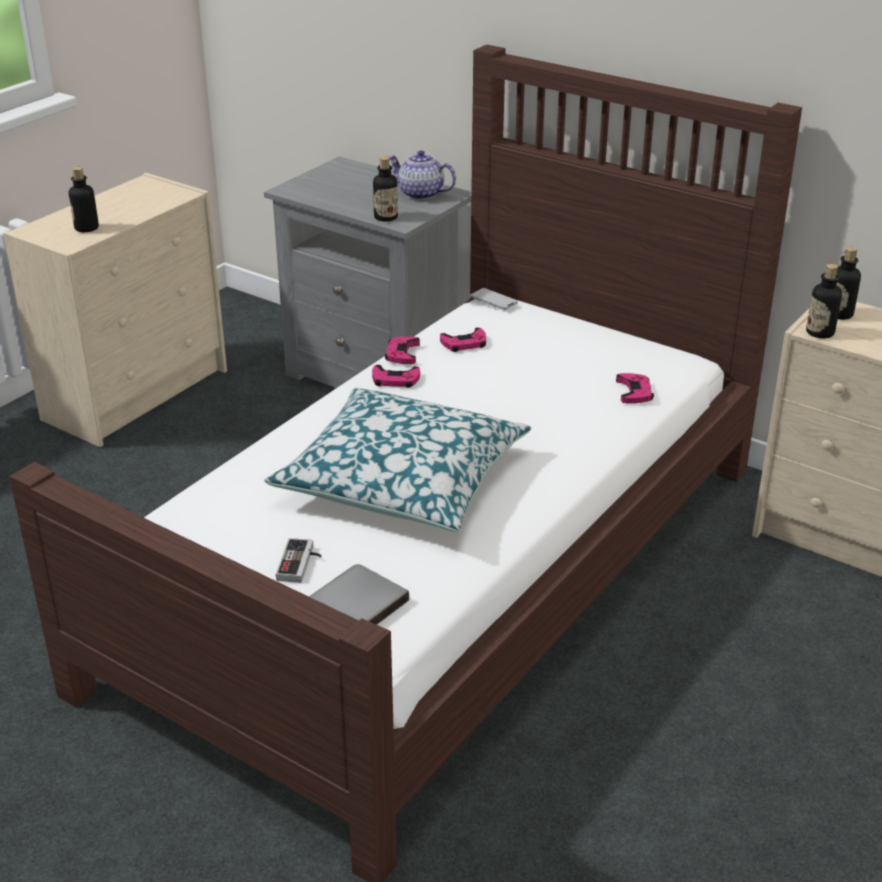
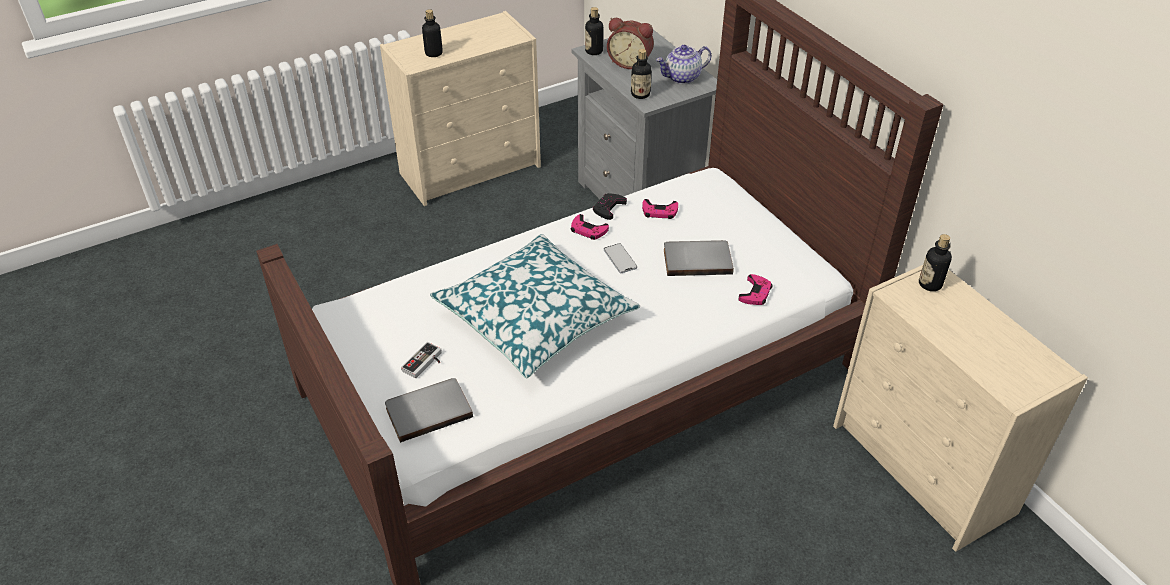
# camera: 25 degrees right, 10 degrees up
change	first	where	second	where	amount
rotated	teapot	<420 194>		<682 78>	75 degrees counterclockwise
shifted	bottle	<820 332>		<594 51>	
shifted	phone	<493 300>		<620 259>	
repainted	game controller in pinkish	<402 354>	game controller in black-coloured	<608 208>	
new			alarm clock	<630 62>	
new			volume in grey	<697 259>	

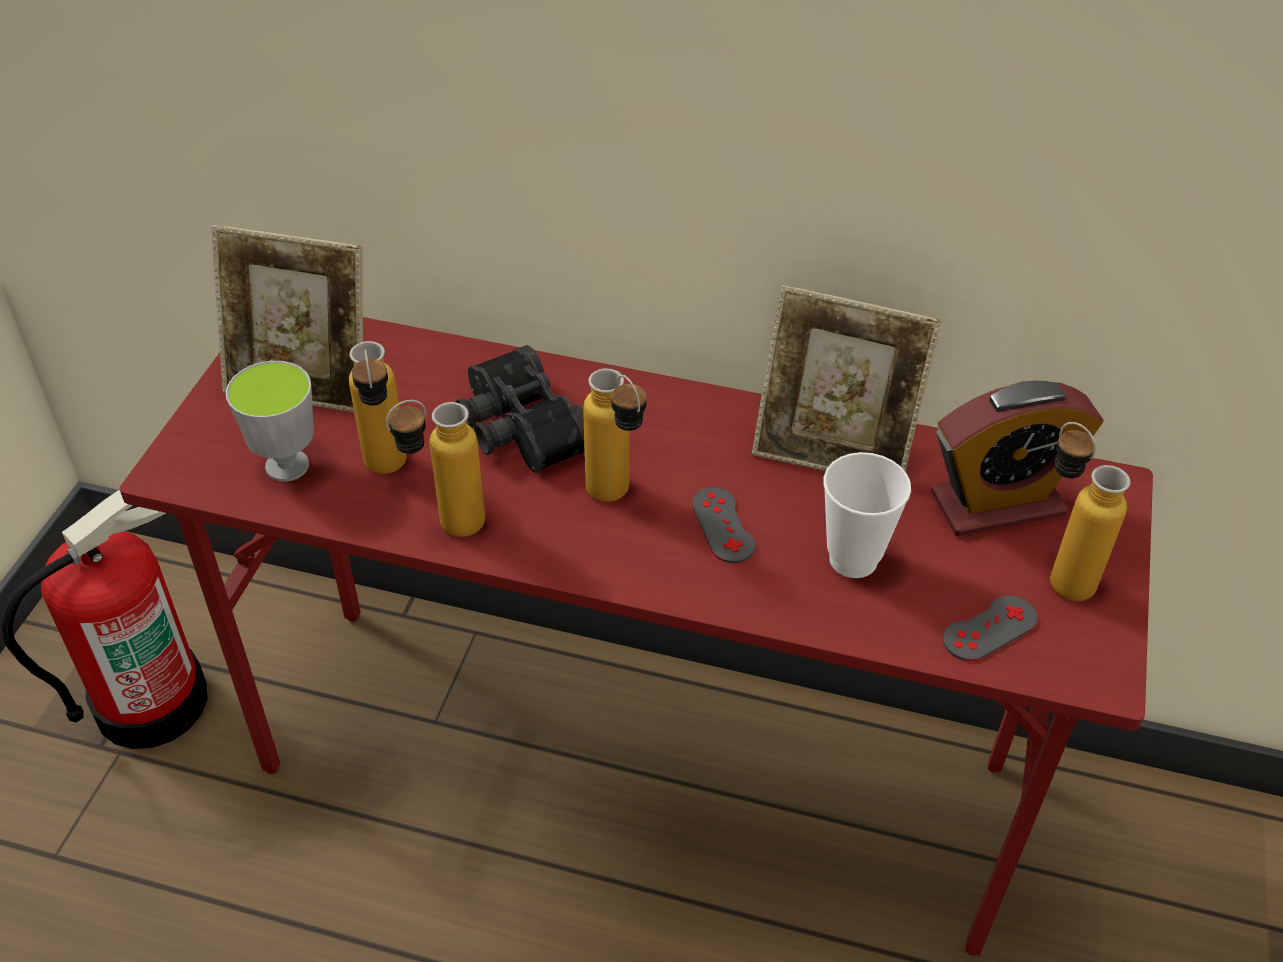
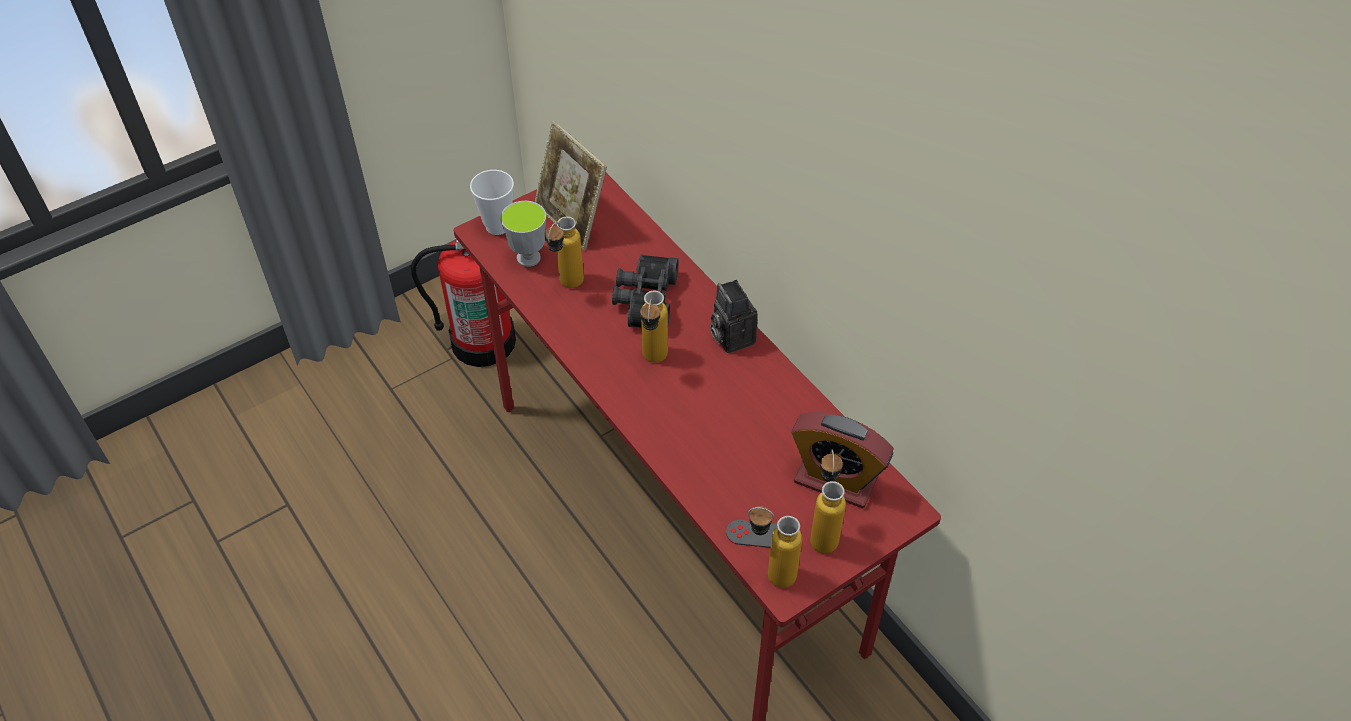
# camera: 40 degrees right, 5 degrees up
change	first	where	second	where	amount
gone	picture frame	<832 453>			
shifted	bottle	<445 529>		<769 574>	
shifted	cup	<853 559>		<498 226>	
gone	game controller in grey	<723 525>			
new			photo camera	<730 336>	

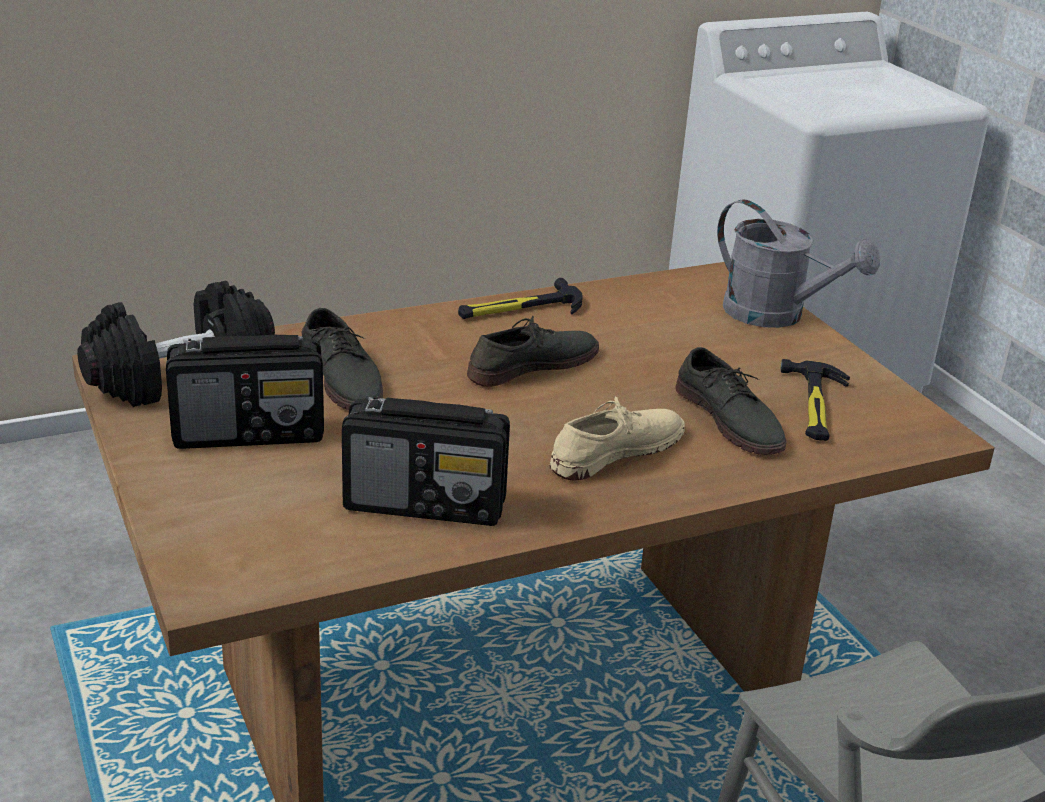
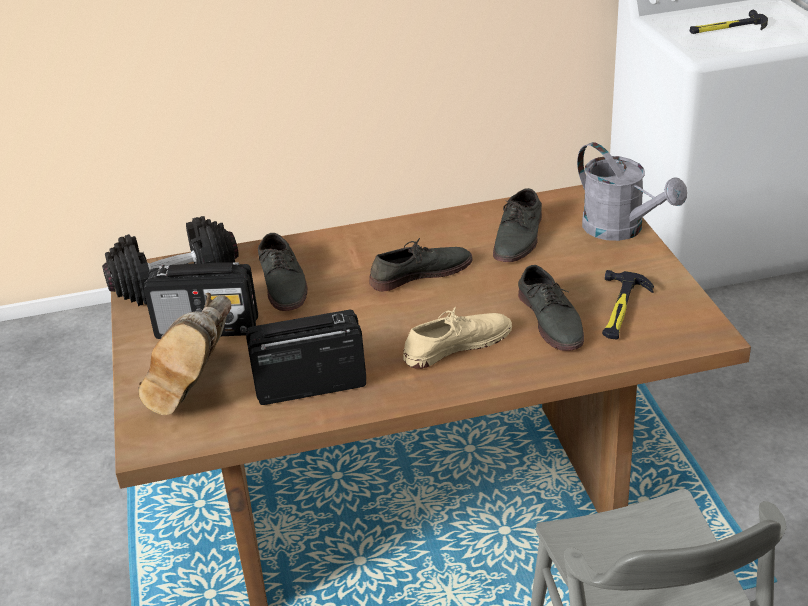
# camera: 15 degrees right, 5 degrees up
change	first	where	second	where	amount
shifted	hand hammer	<519 309>		<727 28>	
rotated	radio set	<426 504>		<309 385>	150 degrees clockwise
new			low shoe in grey	<519 237>	
new			tall boot in brown-coloured	<197 389>	

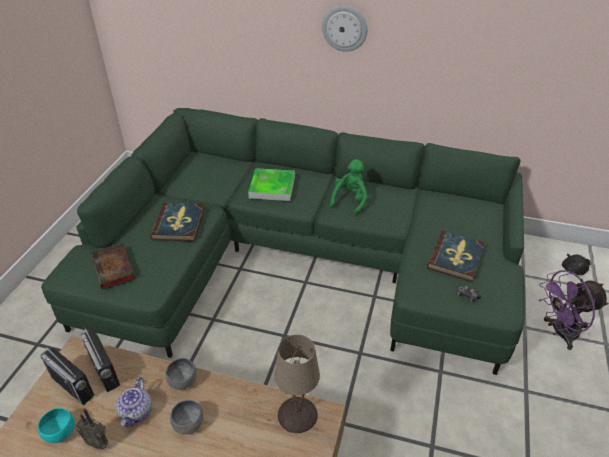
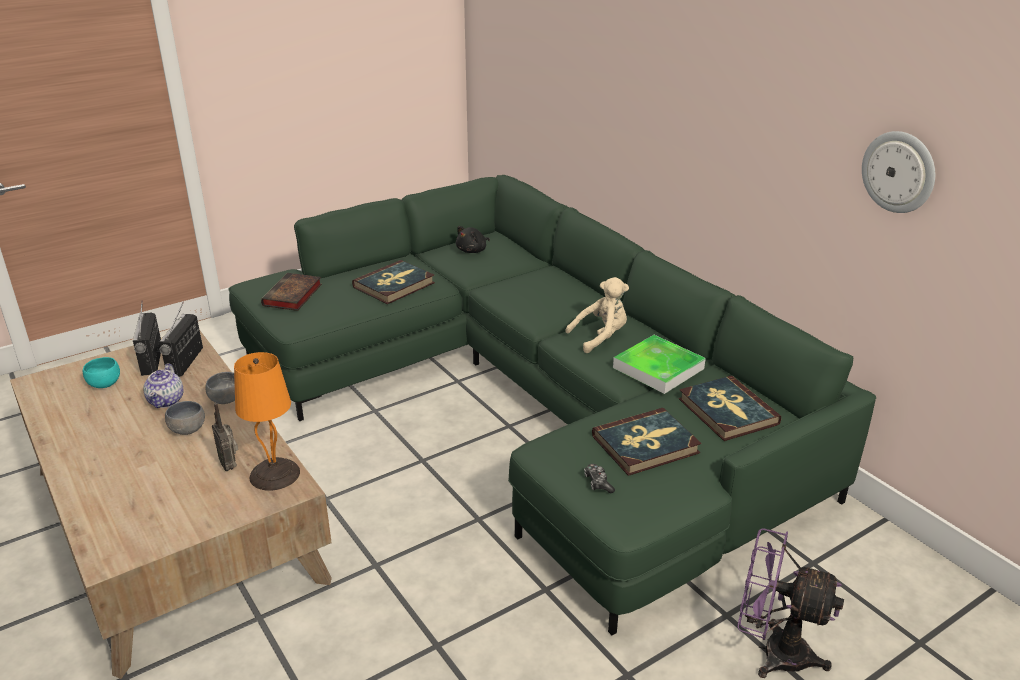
# camera: 40 degrees right, 10 degrees down
change	first	where	second	where	amount
shifted	clock on the wall	<344 28>		<899 172>	
repainted	soft toy in greenish	<350 200>	soft toy in beige-coloured	<601 337>	
shifted	carrying tray	<272 187>		<658 368>	
shifted	soft toy in black-coloured	<573 269>		<473 251>	
repainted	table lamp in beige-coloured	<298 414>	table lamp in orangey	<276 474>	
rotated	teapot	<137 412>		<166 401>	45 degrees counterclockwise
shifted	radio set	<98 442>		<230 465>	
new			volume	<727 411>	

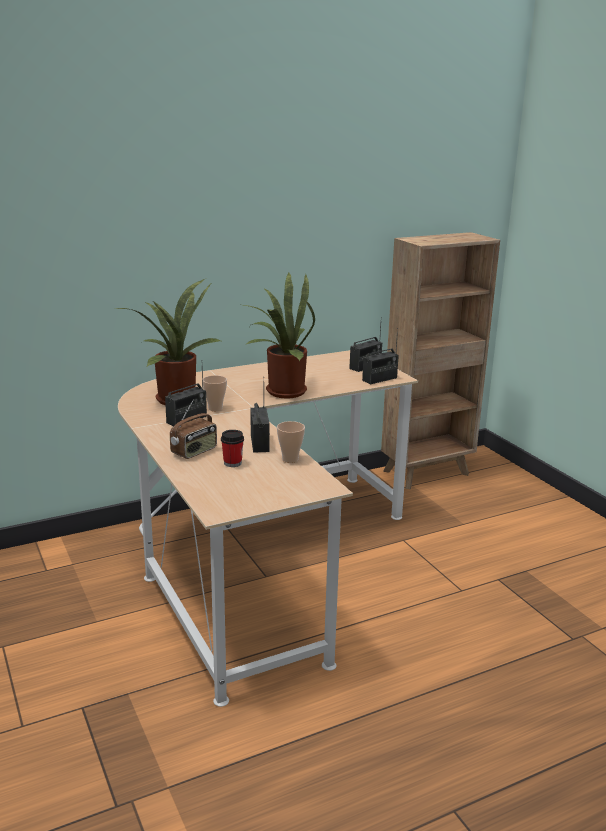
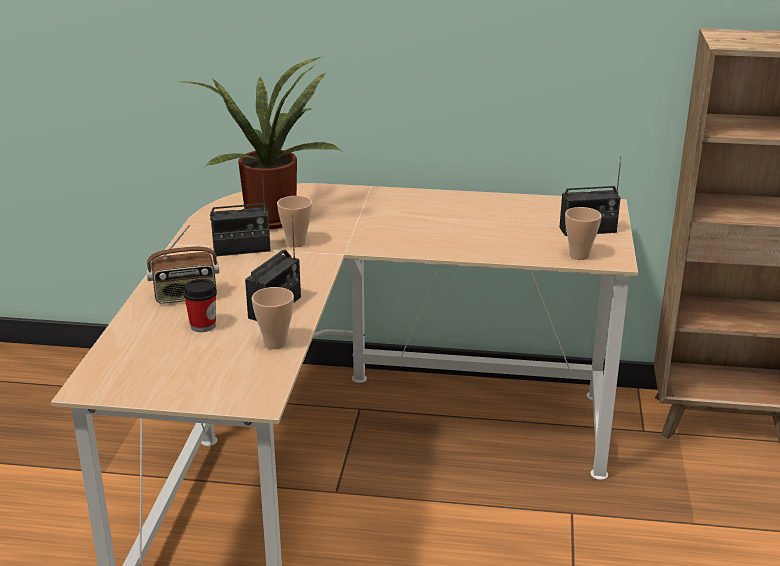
# camera: 35 degrees right, 5 degrees up
change	first	where	second	where	amount
gone	plant in a pot	<281 391>			
swapped	radio set	<379 379>	cup	<579 255>	

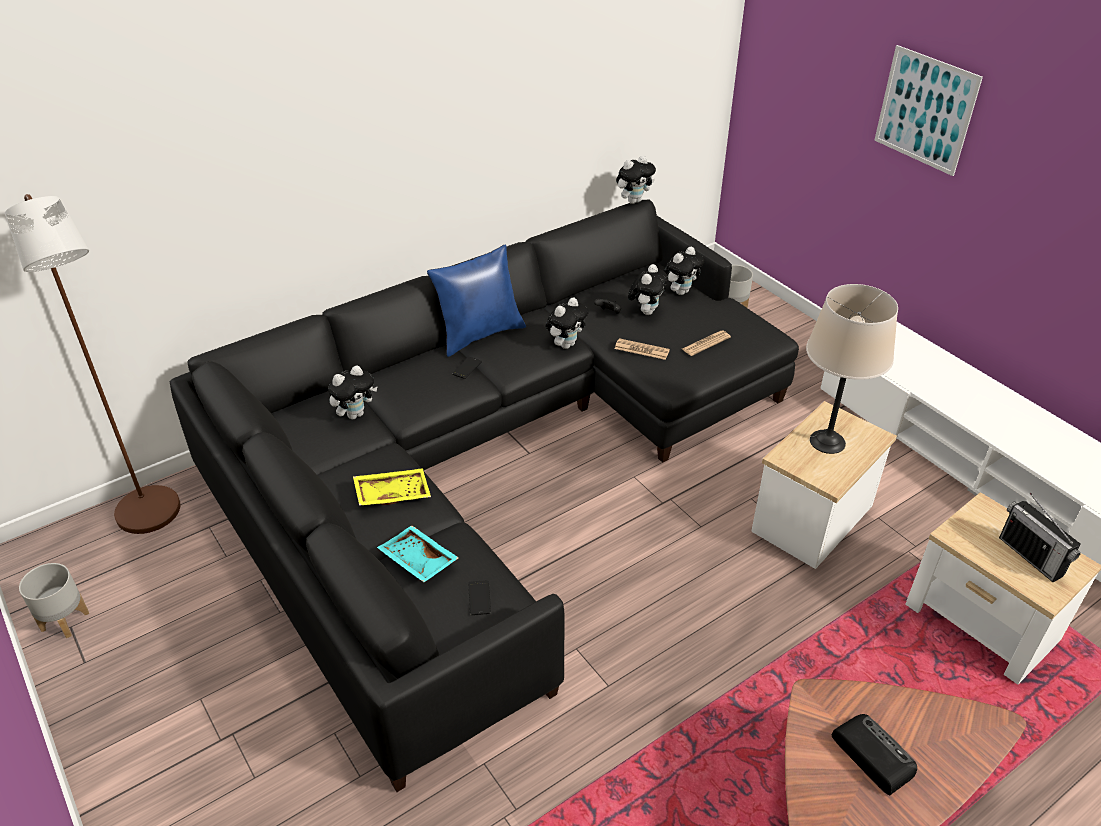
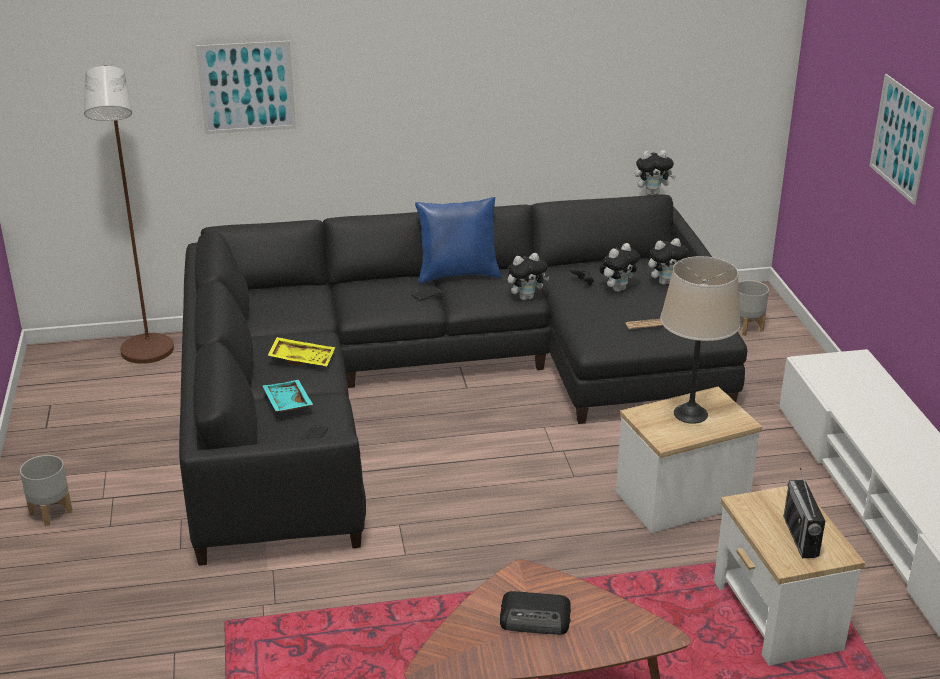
# camera: 25 degrees right, 10 degrees down
change	first	where	second	where	amount
gone	newspaper	<642 350>			
gone	soft toy	<355 414>			
shifted	planter in grey	<65 621>		<51 513>	
rotated	radio set	<872 754>		<536 618>	105 degrees clockwise
new			wall art	<246 87>	

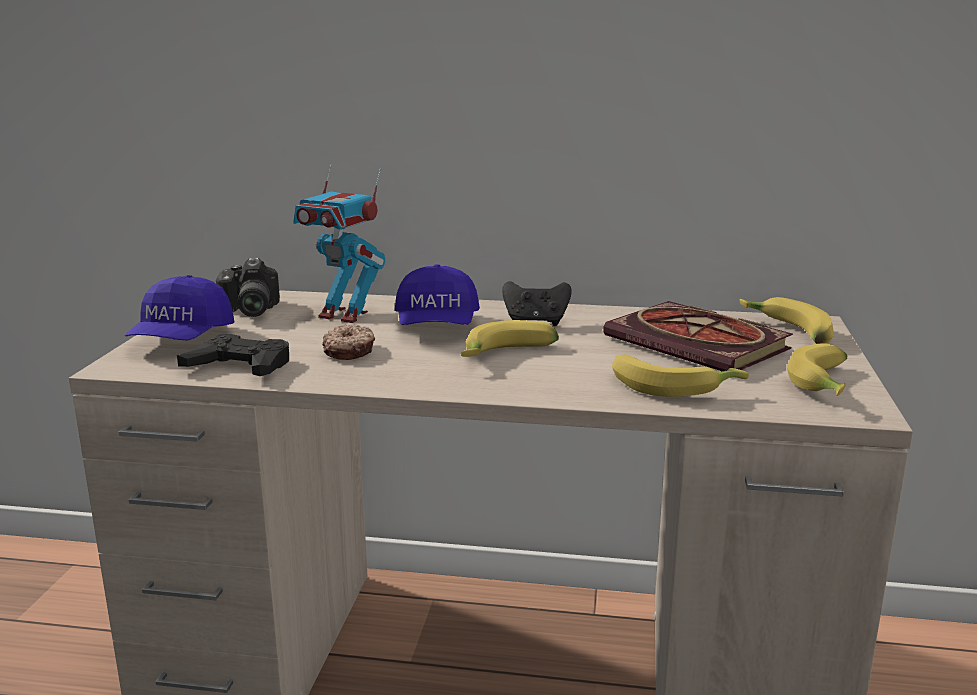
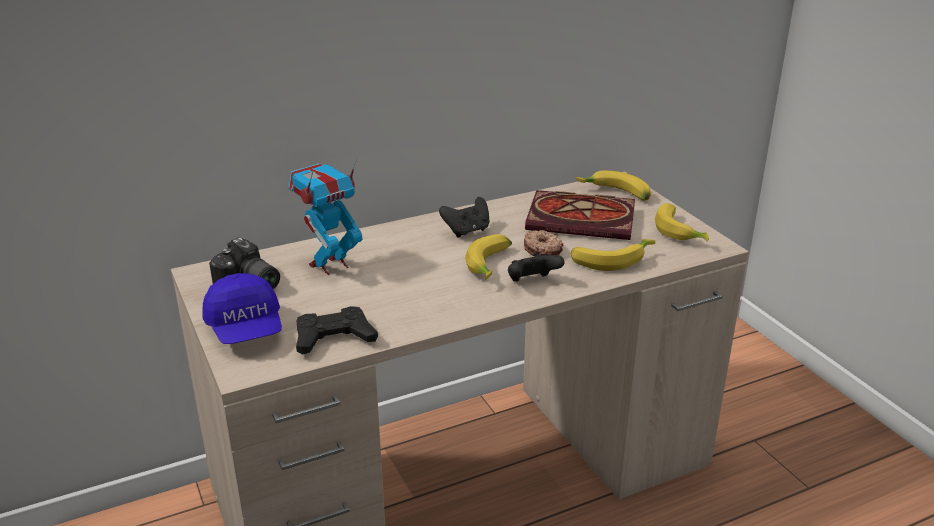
# camera: 35 degrees left, 10 degrees up
change	first	where	second	where	amount
rotated	model robot	<345 315>		<330 265>	150 degrees clockwise
gone	peaked cap in blue-coloured	<437 326>			
shifted	ring doughnut	<350 351>		<543 250>	
new			game controller in black-coloured	<532 282>	

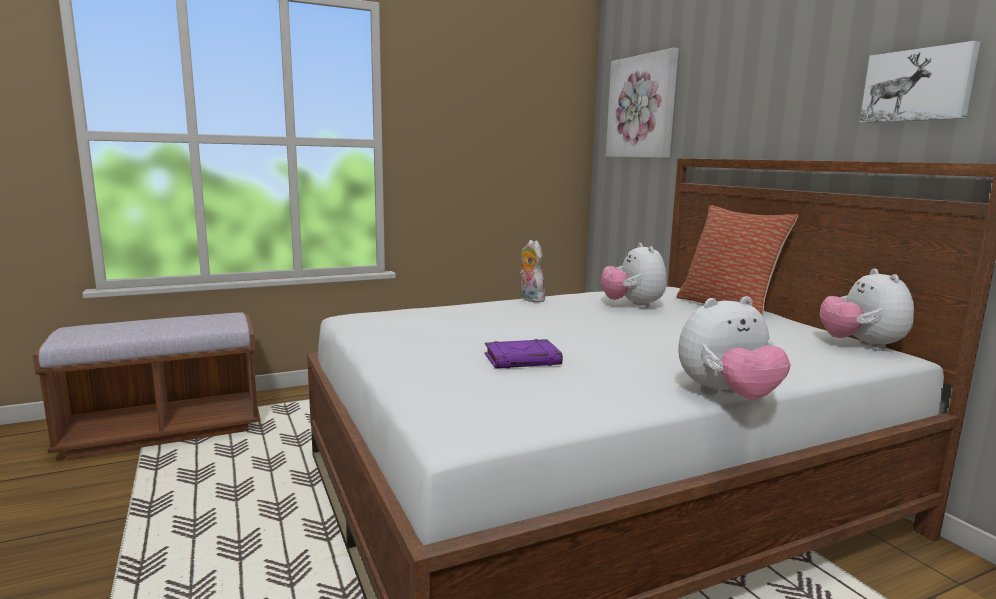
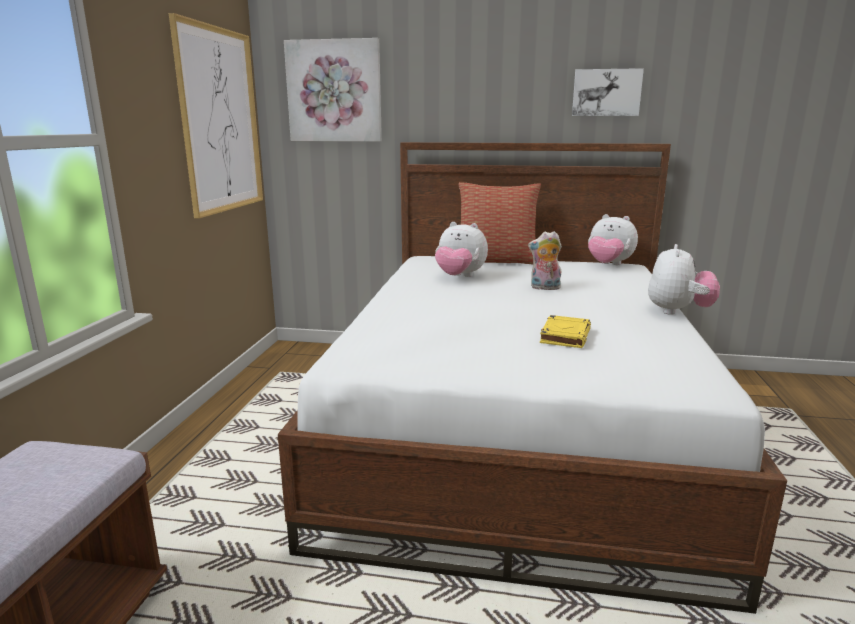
# camera: 55 degrees left, 5 degrees up
change	first	where	second	where	amount
shifted	soft toy	<529 299>		<544 288>	
repainted	volume in purplish	<523 359>	volume in yellow-coloured	<565 336>	
new			wall art	<220 121>	

